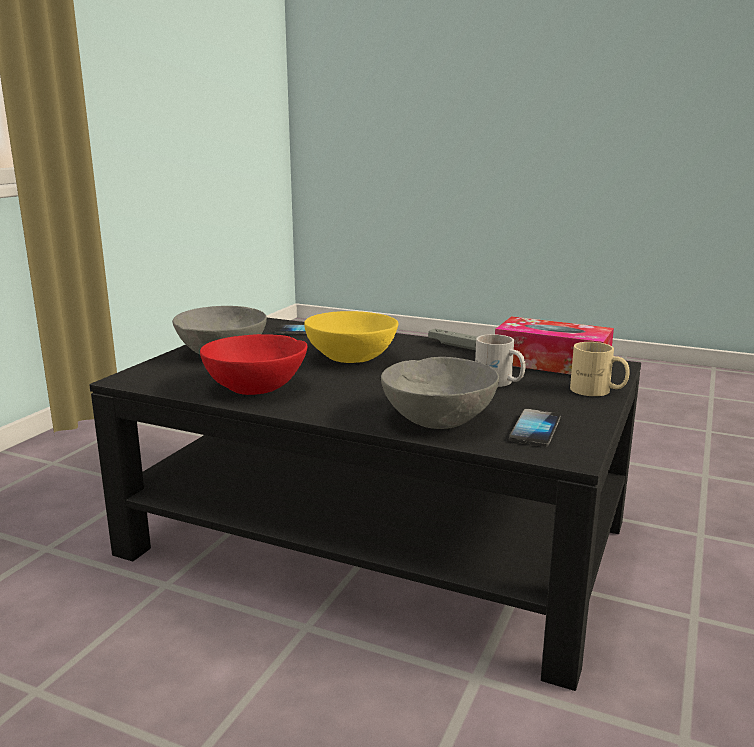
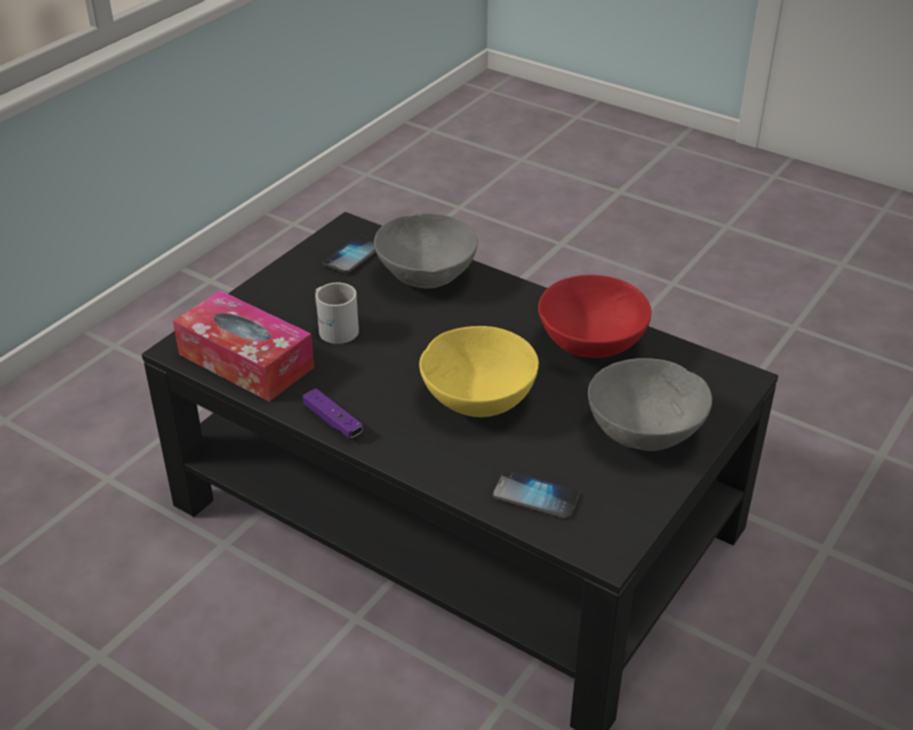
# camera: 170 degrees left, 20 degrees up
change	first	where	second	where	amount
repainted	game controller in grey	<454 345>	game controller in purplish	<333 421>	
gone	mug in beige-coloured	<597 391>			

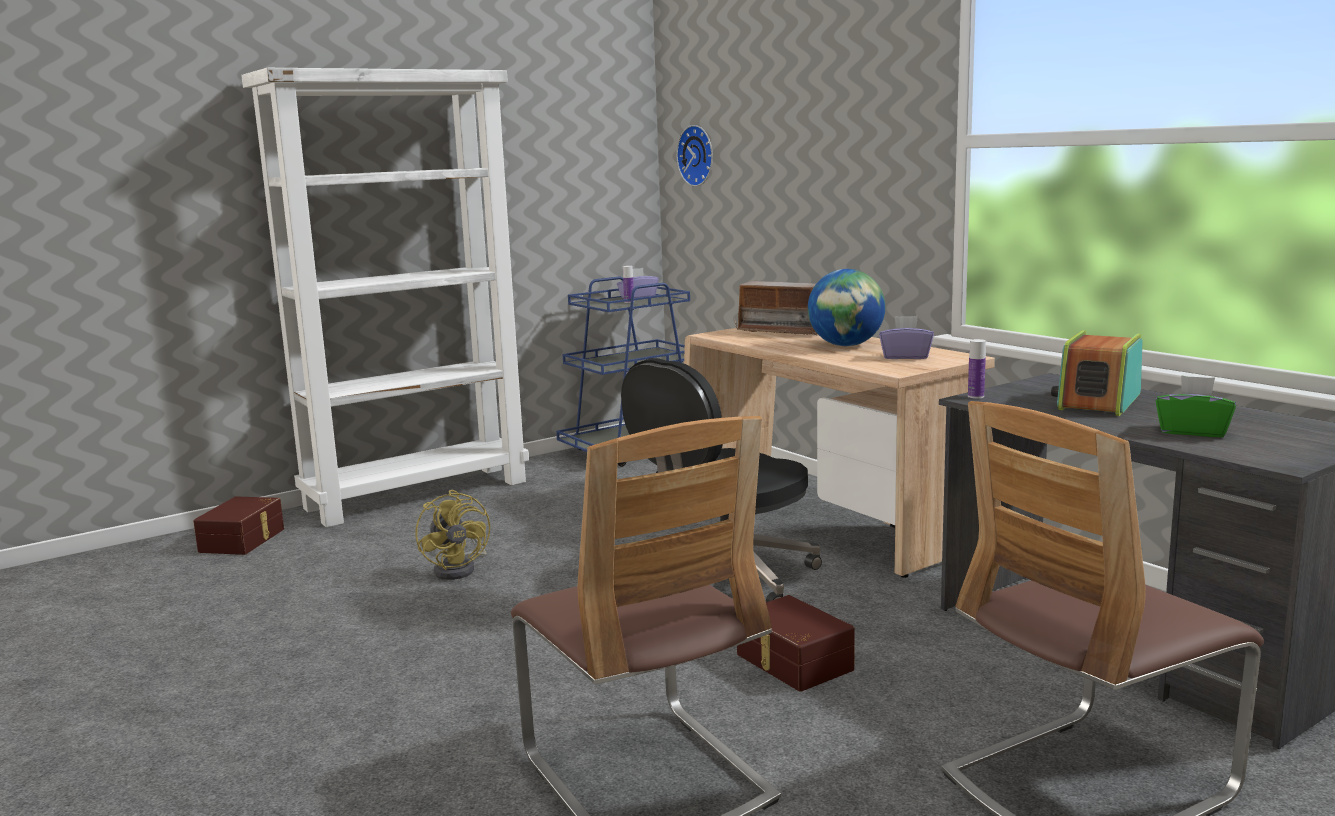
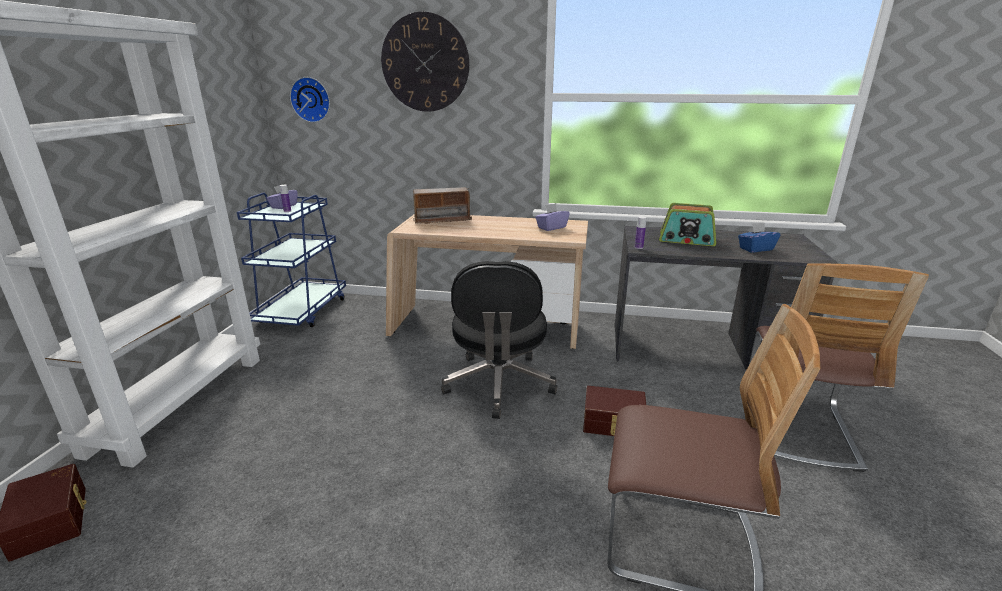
# camera: 45 degrees left, 10 degrees up
change	first	where	second	where	amount
gone	world globe	<846 345>			
rotated	radio set	<1098 402>		<686 240>	60 degrees counterclockwise
repainted	tissue holder in greenish	<1192 431>	tissue holder in blue-coloured	<755 249>	
gone	electric fan in yellow-coloured	<460 569>			
new			clock on the wall	<425 63>	

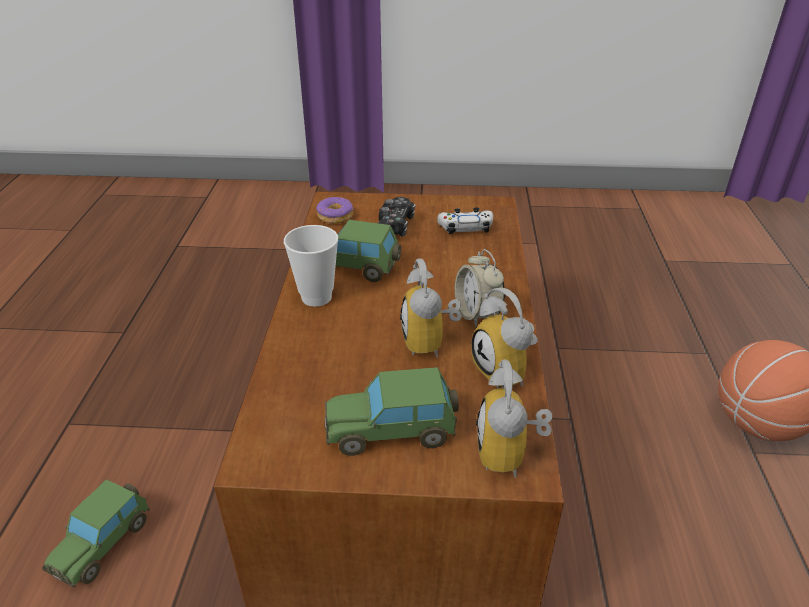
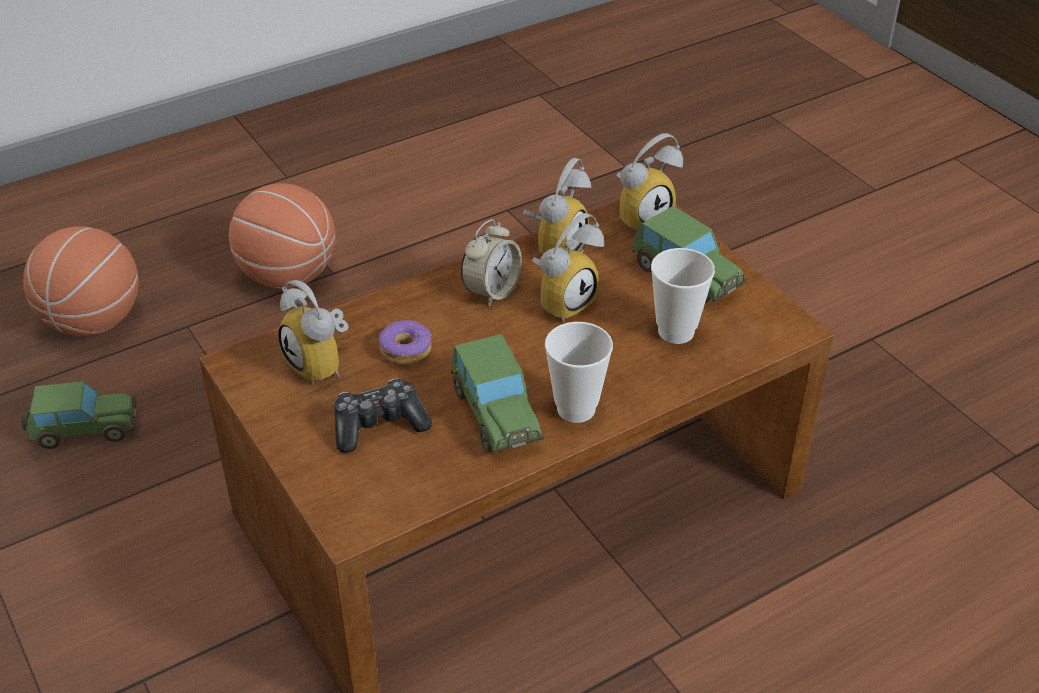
# camera: 125 degrees left, 5 degrees up
change	first	where	second	where	amount
shifted	ring doughnut	<335 216>		<405 349>	
swapped	game controller in white-coloured	<465 227>	alarm clock	<323 364>	
shifted	model car	<103 543>		<84 429>	
new			ball for basketball	<93 321>	
new			cup	<676 332>	

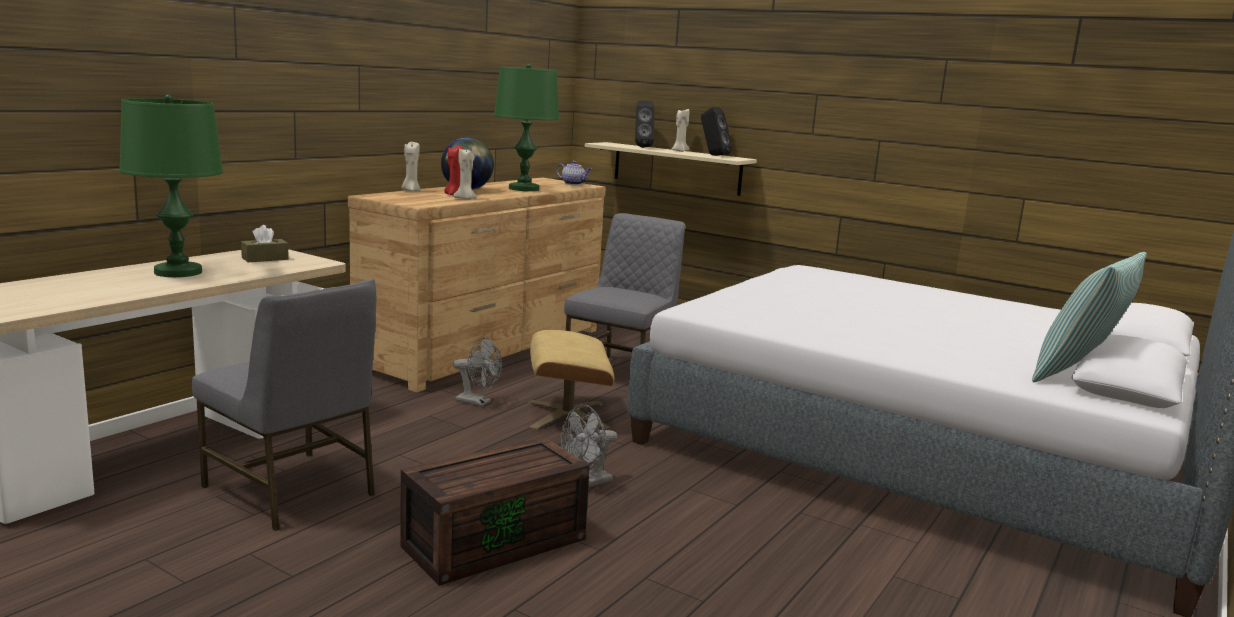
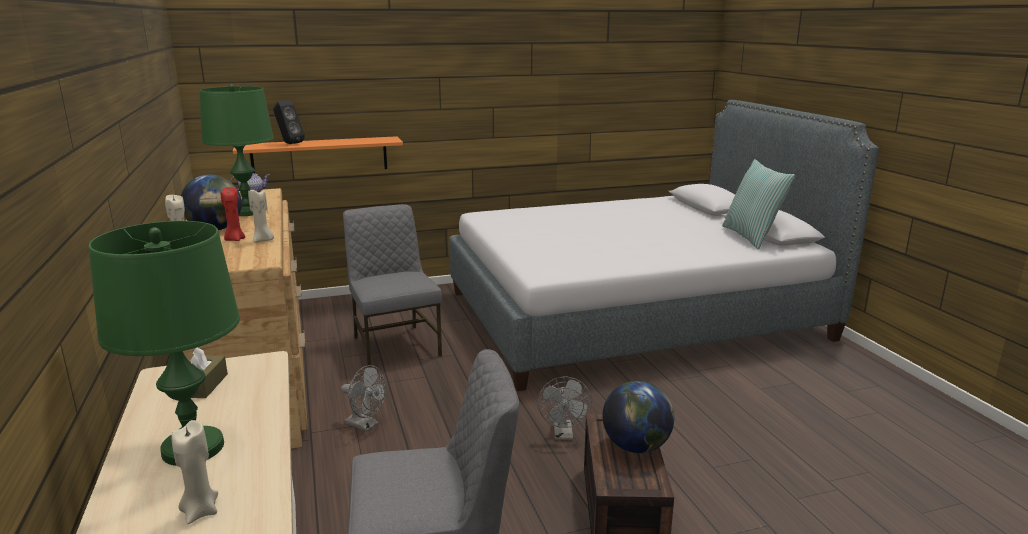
# camera: 50 degrees left, 5 degrees up
change	first	where	second	where	amount
gone	audio speaker in black-coloured	<713 155>			
shifted	wax candle in beige-coloured	<679 151>		<200 511>	
repainted	shelf in beige-coloured	<676 168>	shelf in orangey	<320 156>	
gone	footrest in beige-coloured	<566 415>			
rotated	electric fan in grey	<478 402>		<366 425>	60 degrees clockwise
new			world globe	<636 446>	

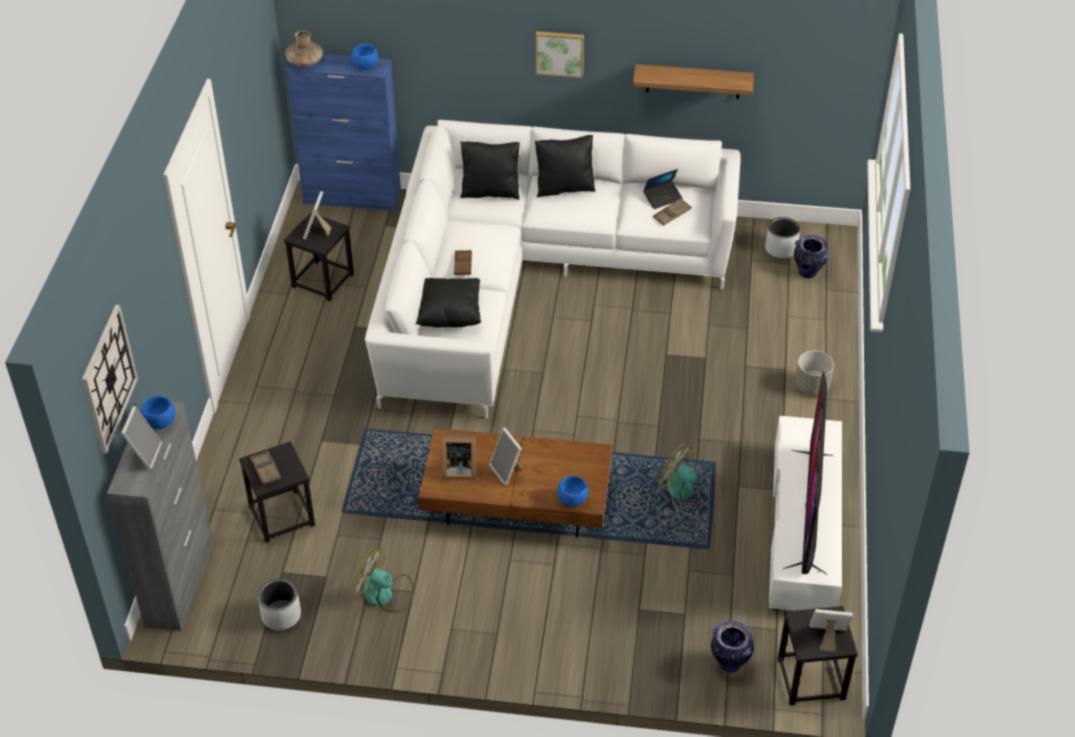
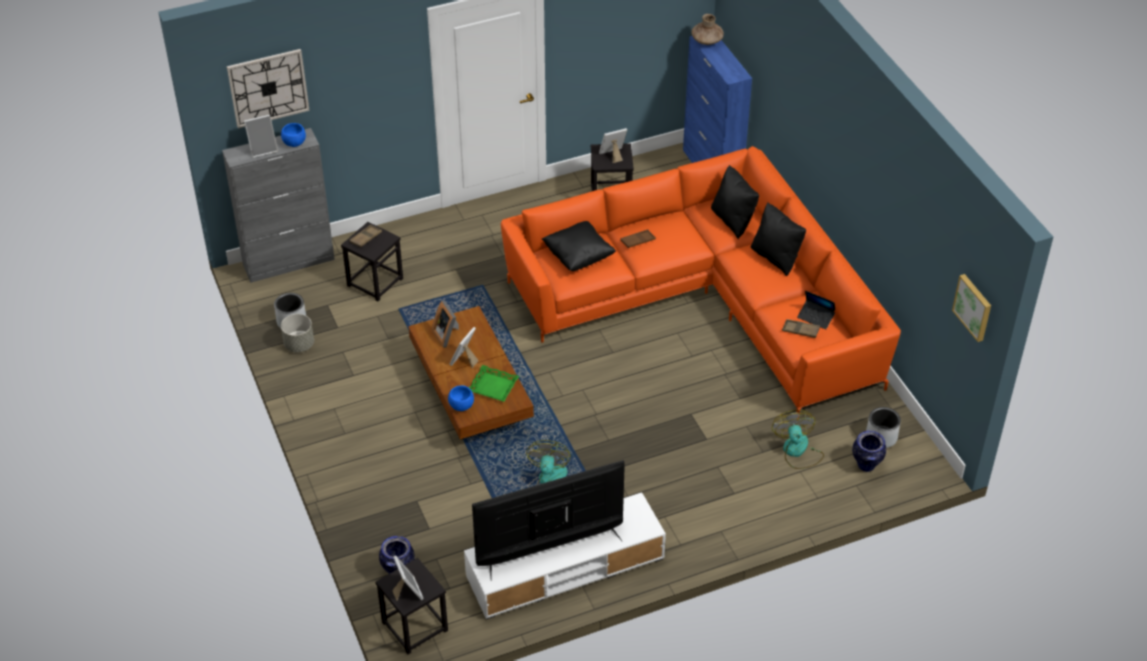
# camera: 60 degrees right, 0 degrees up
change	first	where	second	where	amount
shifted	wall art	<560 53>		<973 307>	
gone	serving bowl in blue-coloured	<366 66>			
gone	shelf	<693 81>			
repainted	sofa in white-coloured	<526 278>	sofa in orangey	<707 300>	
shifted	planter in grey	<811 386>		<299 344>	
shifted	electric fan	<385 595>		<797 451>	
new			carrying tray in greenish	<493 386>	

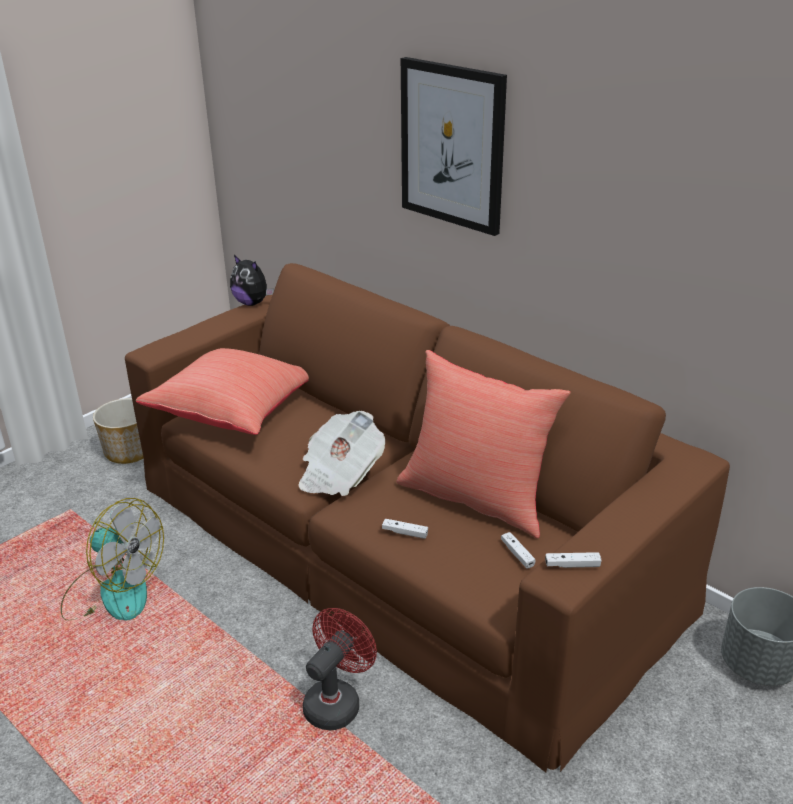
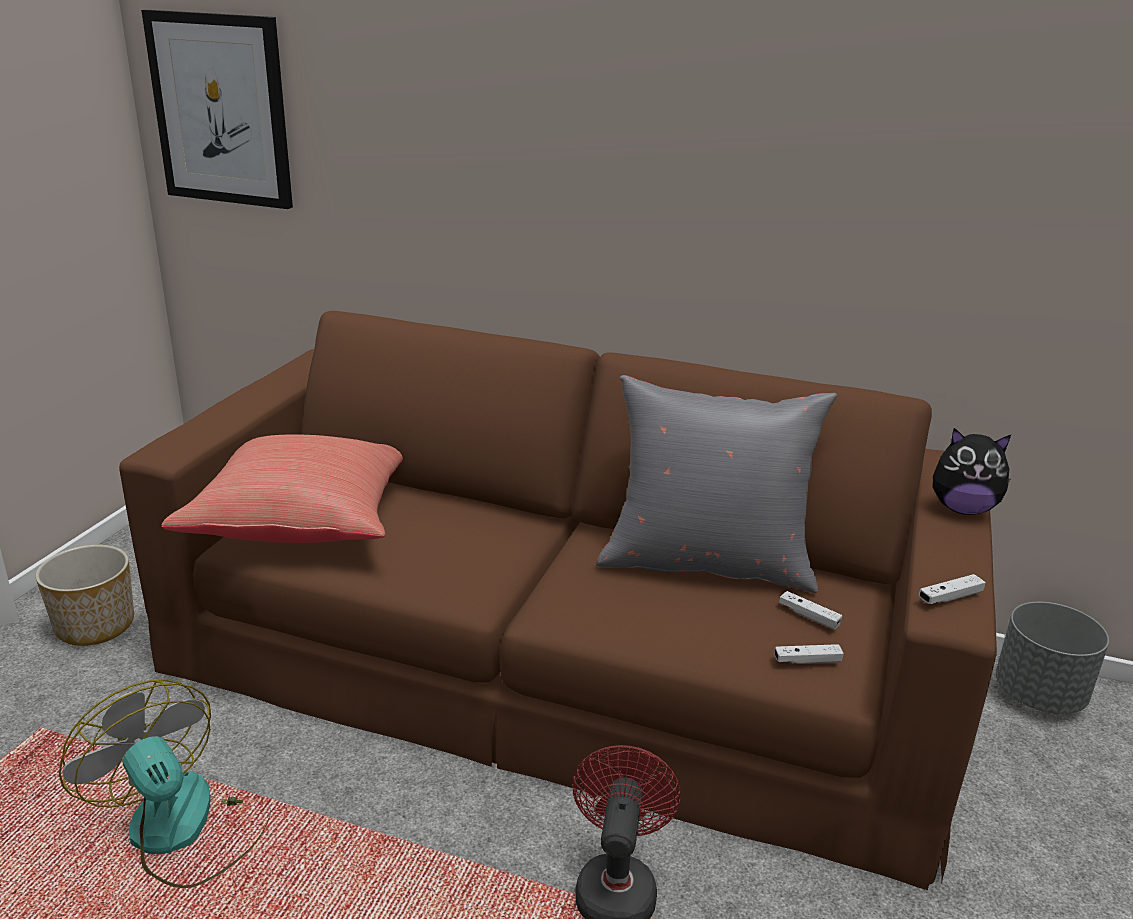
# camera: 25 degrees left, 5 degrees down
change	first	where	second	where	amount
shifted	wall art	<452 145>		<221 110>	
shifted	soft toy	<252 303>		<962 509>	
repainted	pillow in red-coloured	<476 498>	pillow in grey	<706 563>	
gone	newspaper	<339 474>			
rotated	electric fan	<113 592>		<183 831>	135 degrees counterclockwise
shifted	game controller in white-coloured	<405 533>		<807 661>	

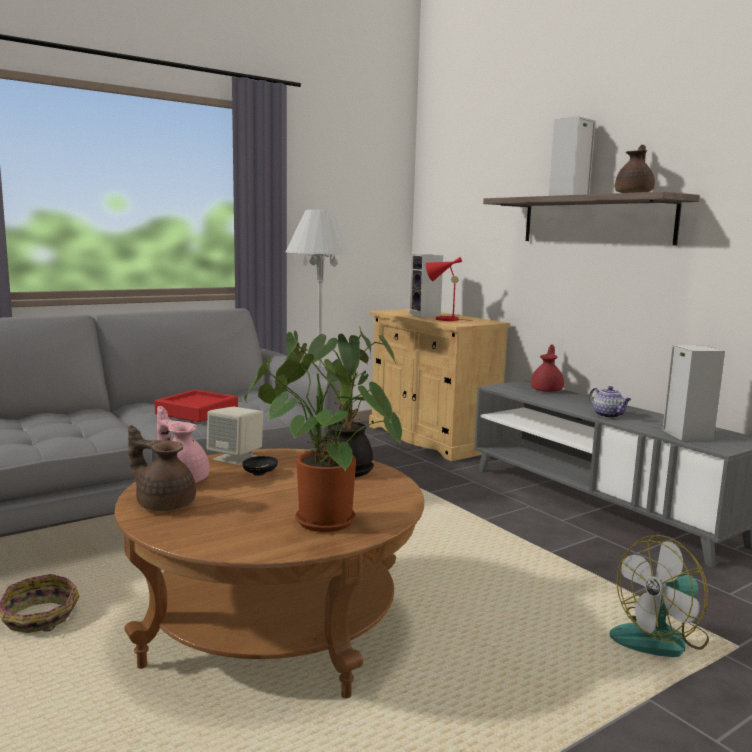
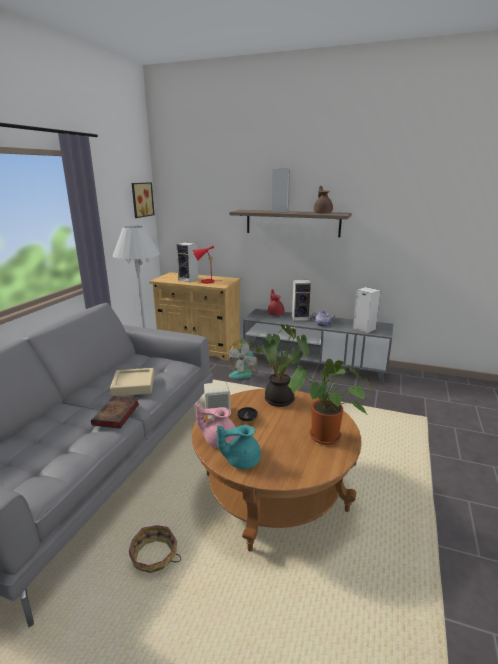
# camera: 35 degrees left, 10 degrees up
change	first	where	second	where	amount
repainted	carrying tray in red-coloured	<197 412>	carrying tray in beige-coloured	<133 385>	
repainted	teapot in brown-coloured	<164 504>	teapot in turquoise-coloured	<241 461>	
shifted	electric fan	<660 638>		<243 373>	
new			wall art	<141 199>	
new			audio speaker	<301 318>	
new			volume	<116 415>	

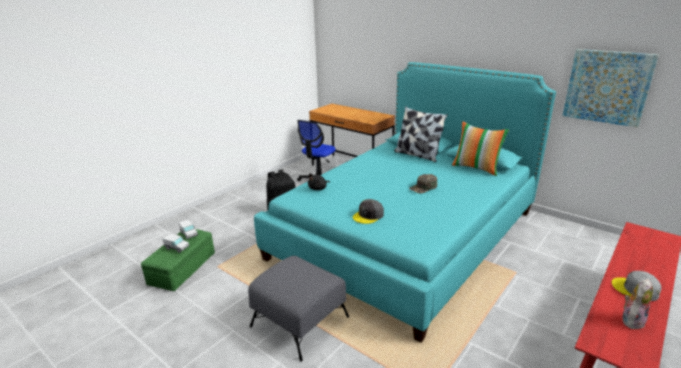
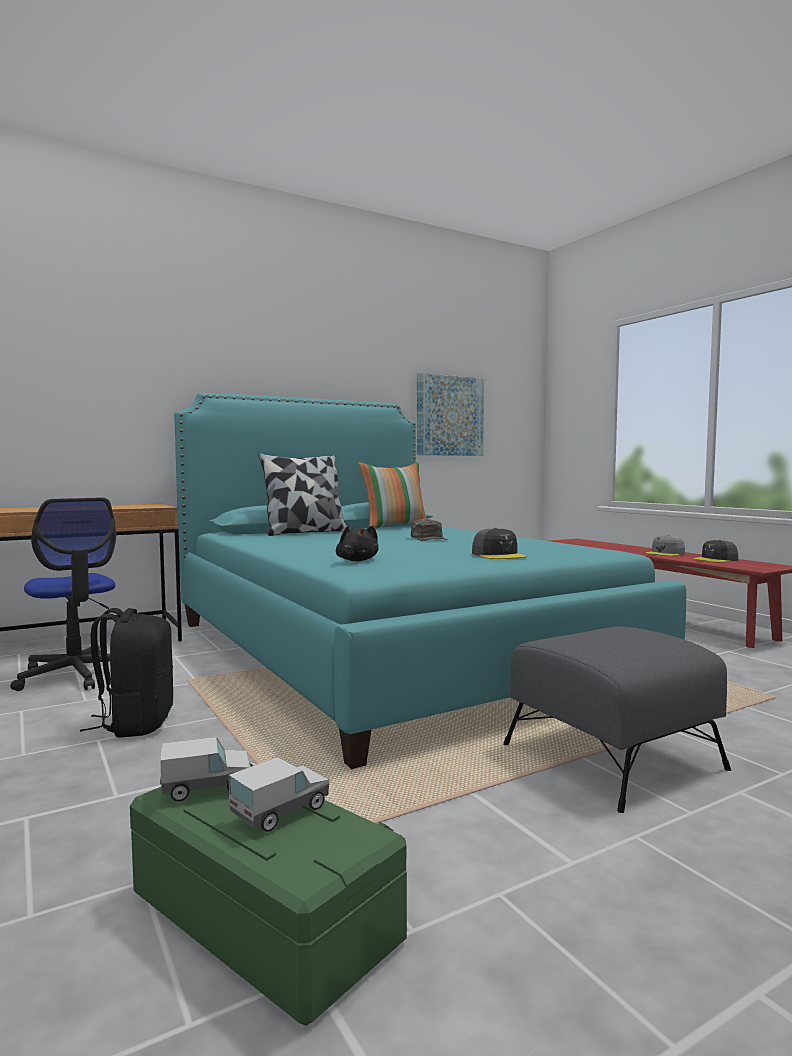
# camera: 70 degrees left, 20 degrees down
change	first	where	second	where	amount
swapped	soft toy	<631 320>	peaked cap in grey	<716 559>	

